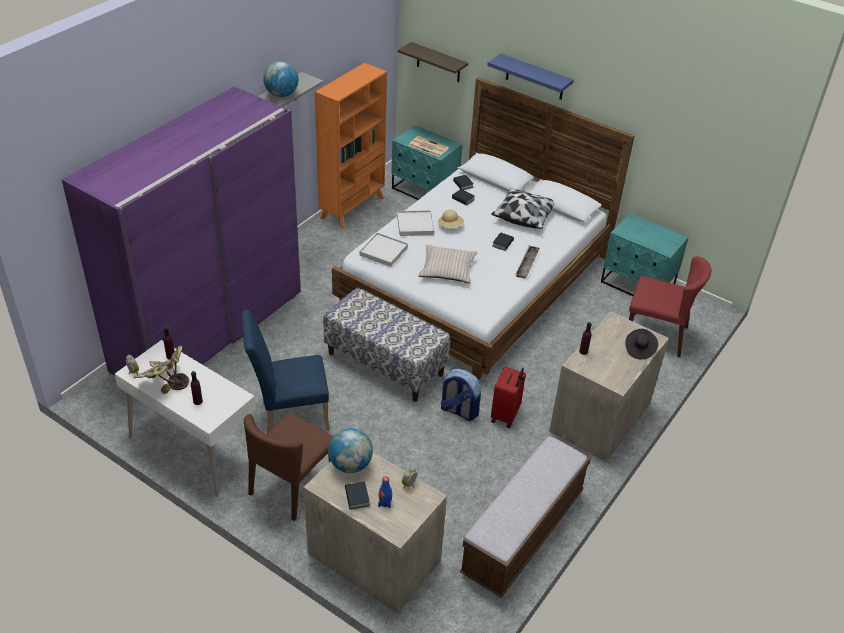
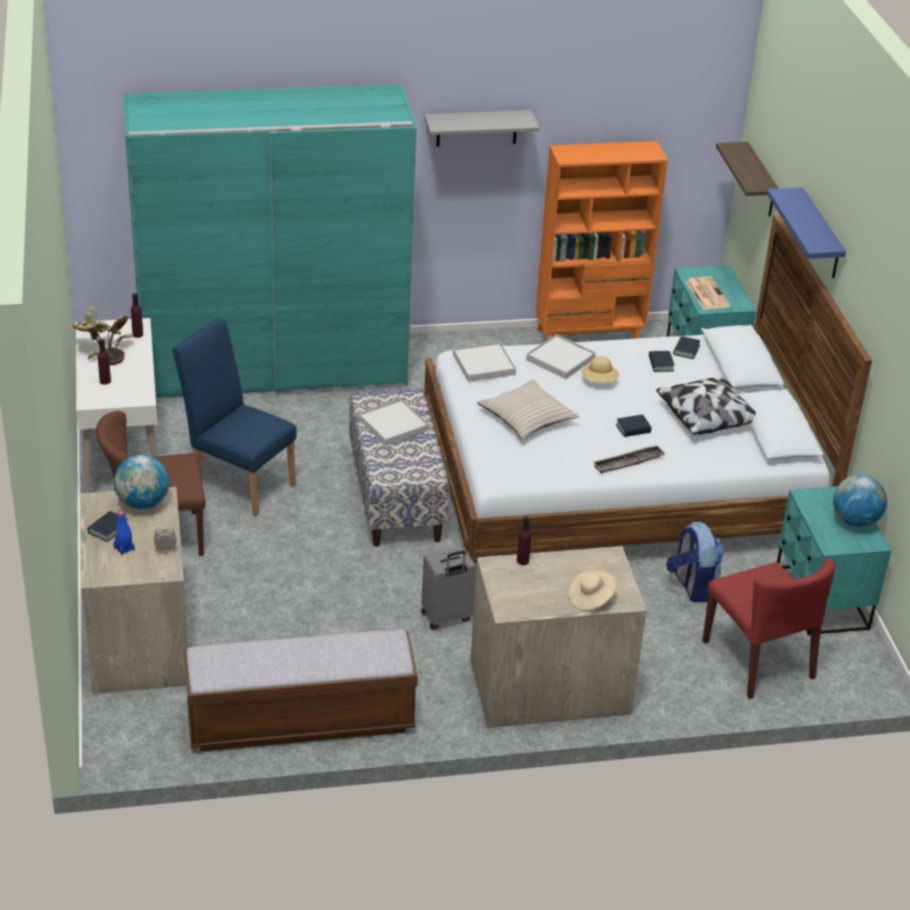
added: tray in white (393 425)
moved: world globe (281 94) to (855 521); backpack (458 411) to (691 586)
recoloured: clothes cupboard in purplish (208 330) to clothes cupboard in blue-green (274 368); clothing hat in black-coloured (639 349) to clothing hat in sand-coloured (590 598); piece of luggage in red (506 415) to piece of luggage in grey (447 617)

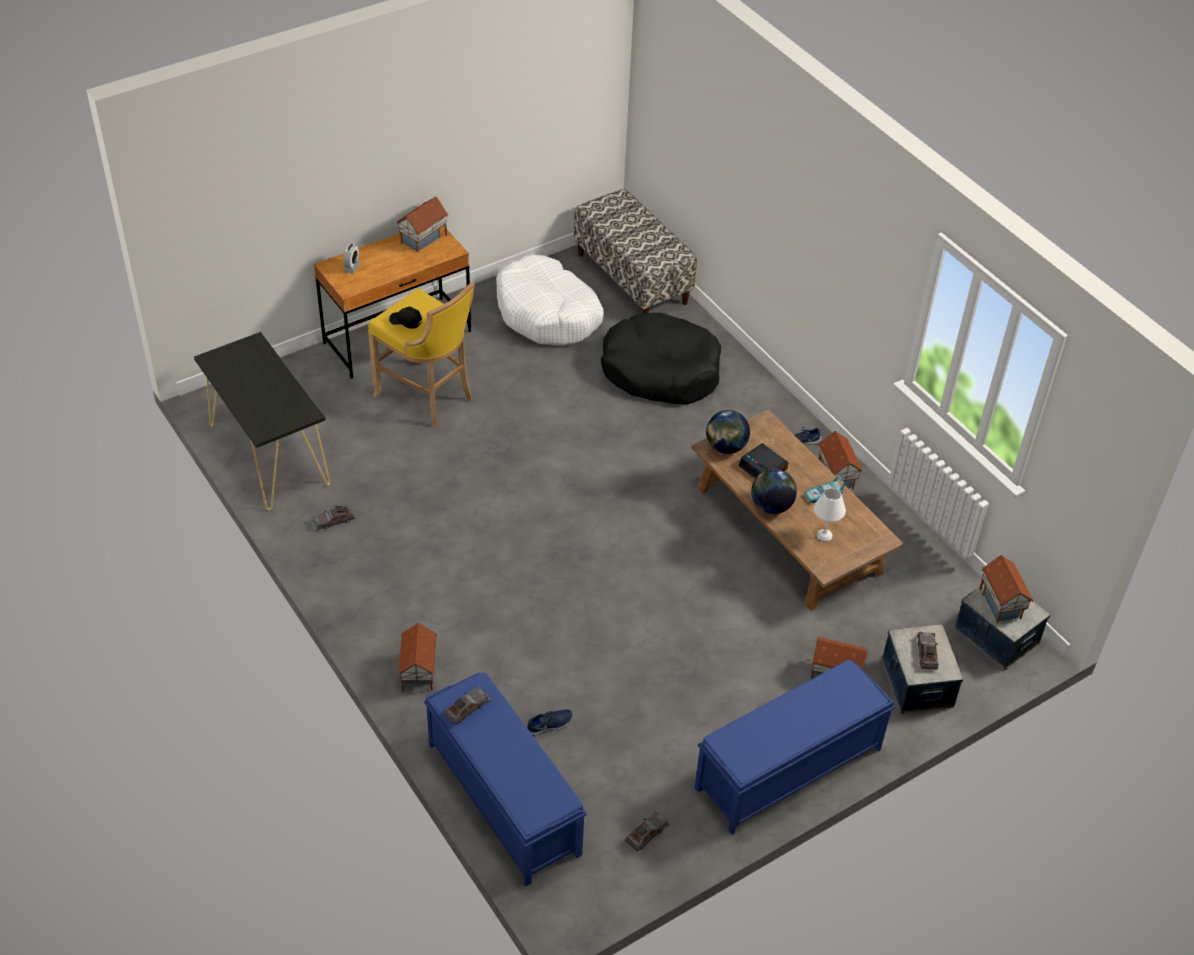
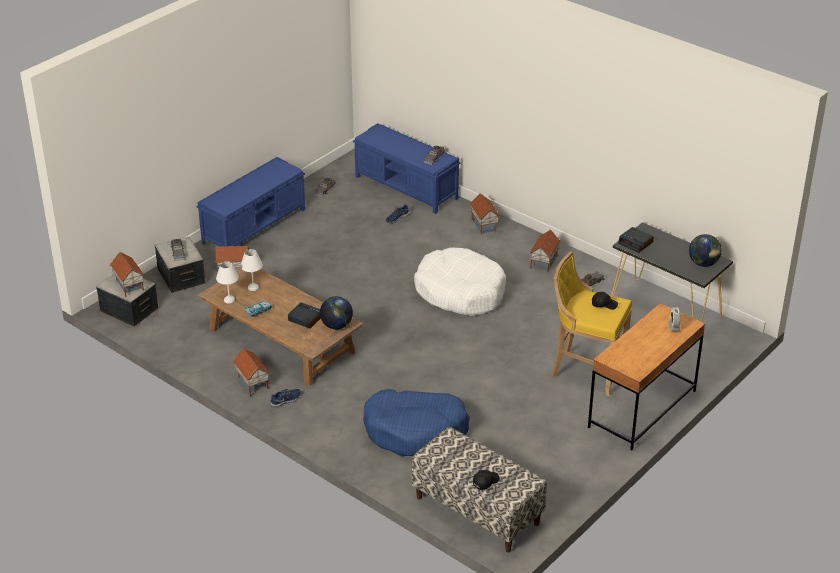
added: alarm clock (636 243); tabletop lamp in white (230 300); peaked cap in black-coloured (485 481)
moved: toy house (424 239) to (543 262); dog cushion in white (548 313) to (460 292); world globe (771 506) to (703 264)
recoloured: dog cushion in black-coloured (660 371) to dog cushion in blue-coloured (416 431)

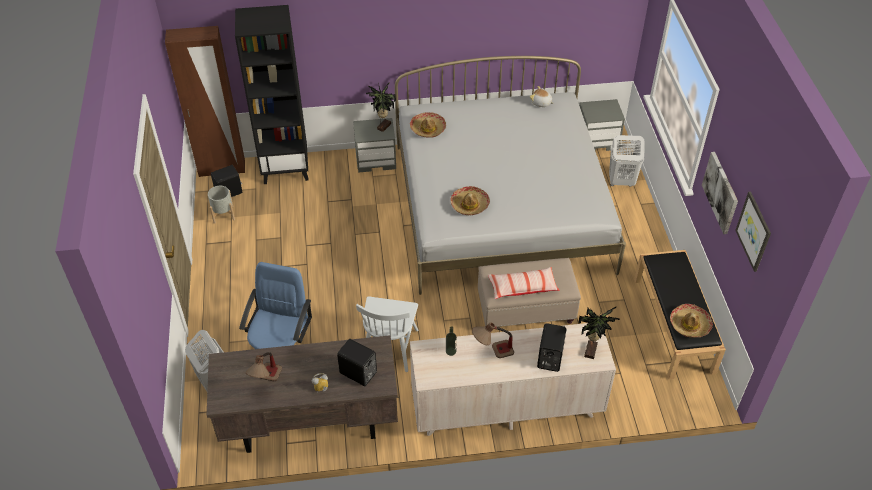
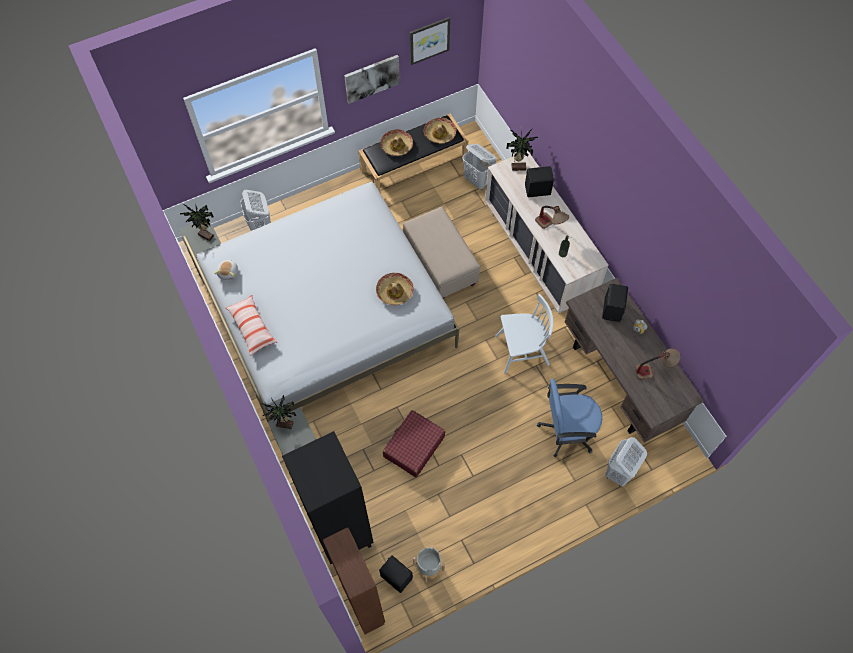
added: washing basket in white (478 181); plant in a pot (205 236); piece of luggage in red (413 447)
moved: clothing hat (428 129) to (396 146); throw pillow (522 287) to (252 328)

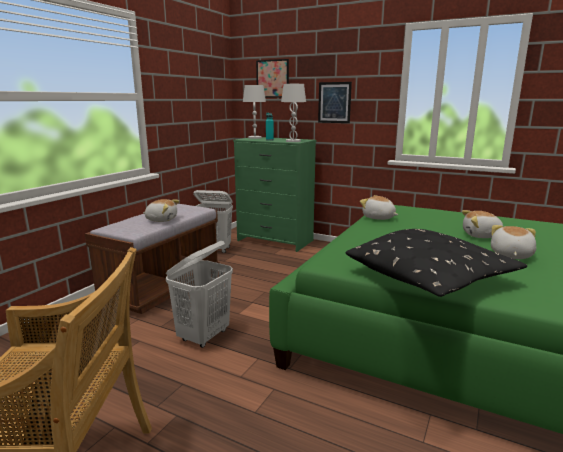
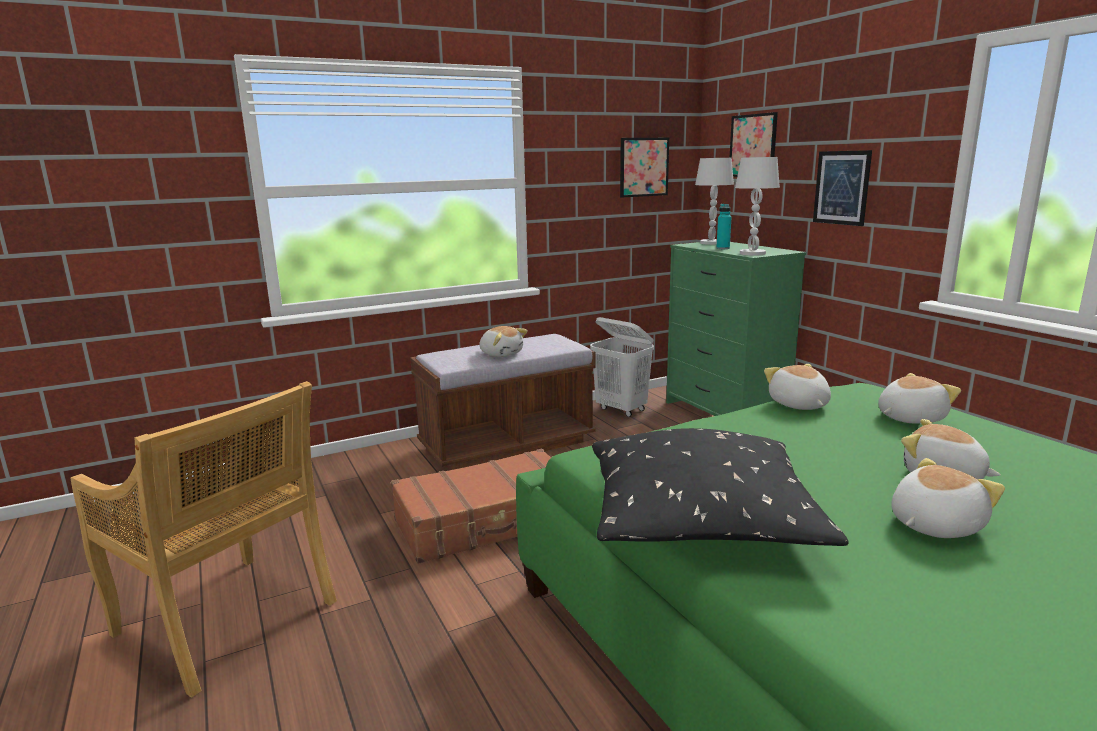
added: wall picture (644 167); plush toy (909 418)
replaced: washing basket in white (204 336) to piece of luggage in brownish (488 521)

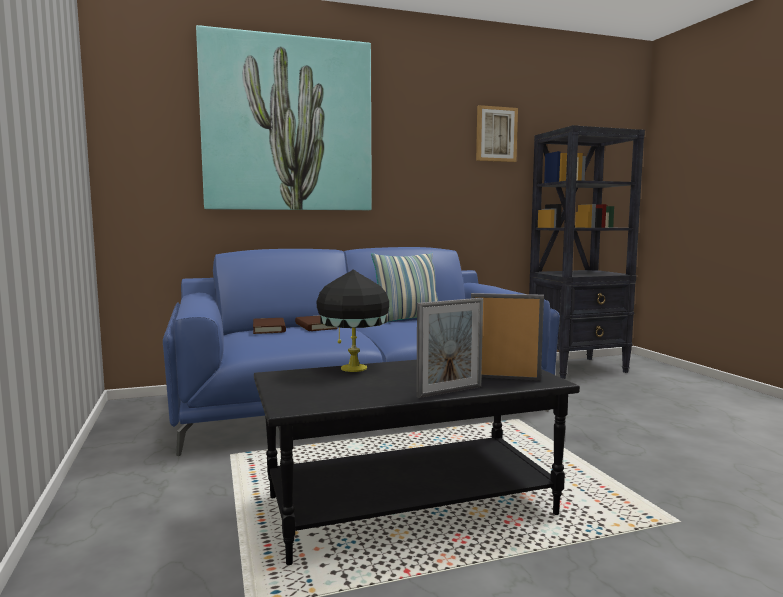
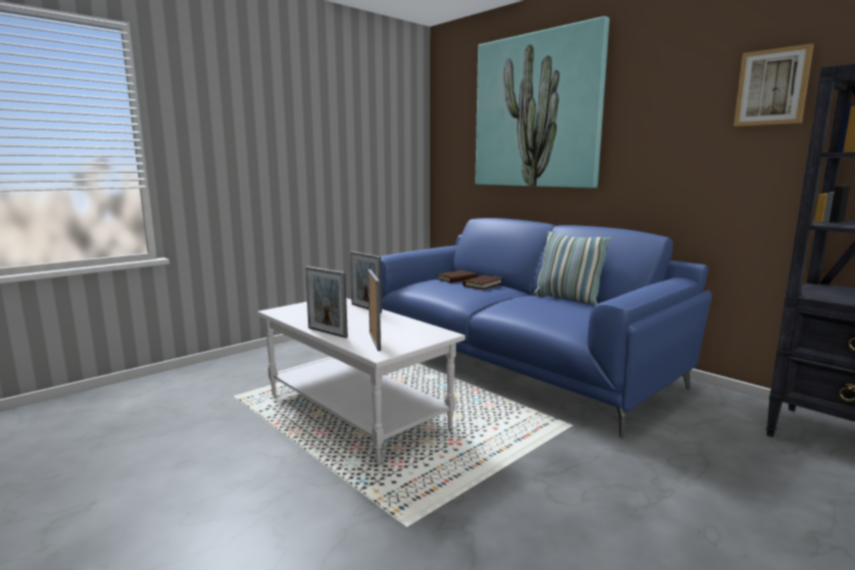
replaced: tabletop lamp in black-coloured (353 368) to picture frame (366 308)
recoloured: low table in black-coloured (410 505) to low table in white (357 410)

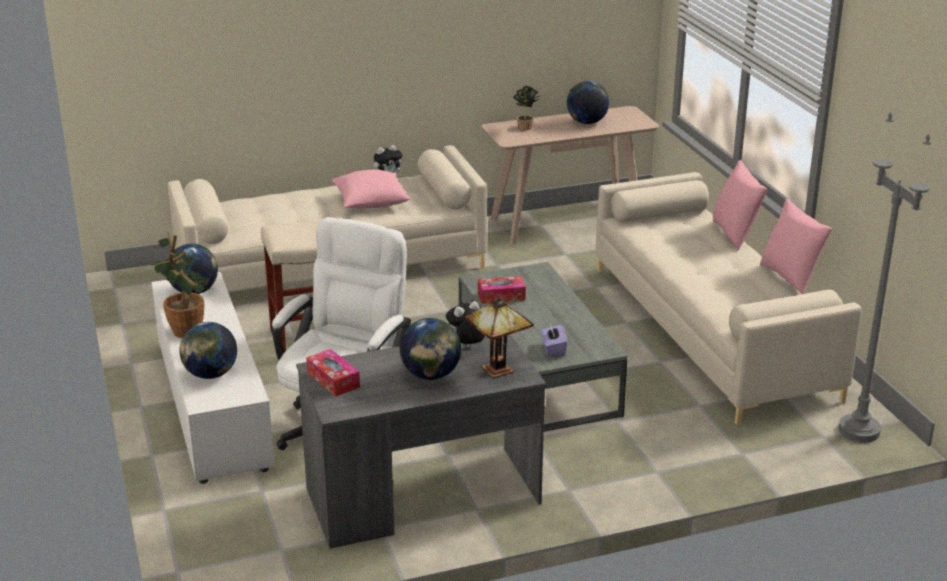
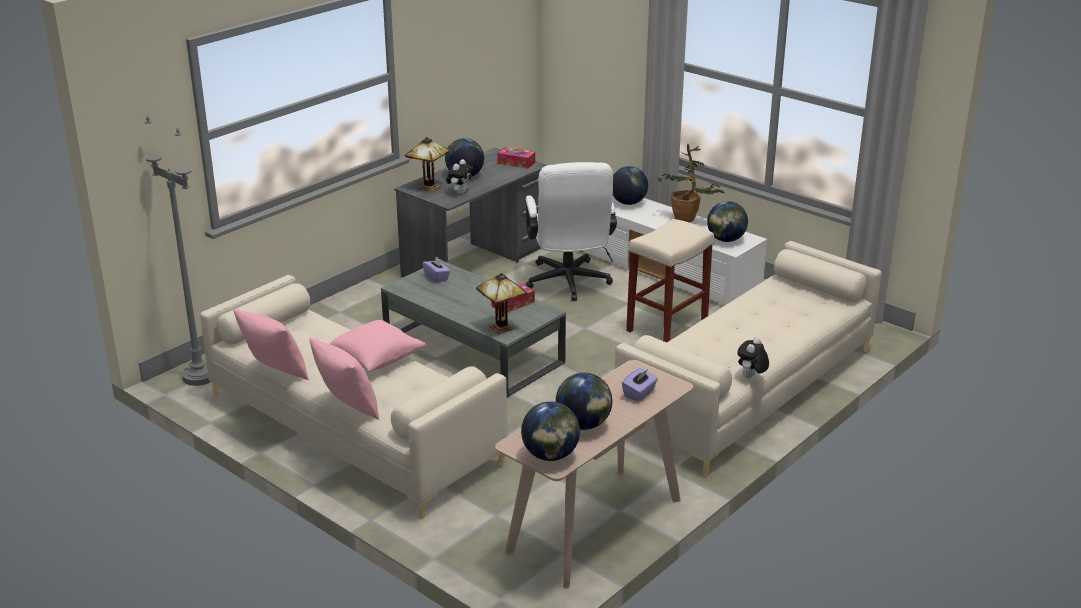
added: tabletop lamp (502 327); world globe (550 456)
moved: throw pillow in pink (371 203) to (375 358)
replaced: plant in a pot (526 128) to box of tissues in purplish (639 393)

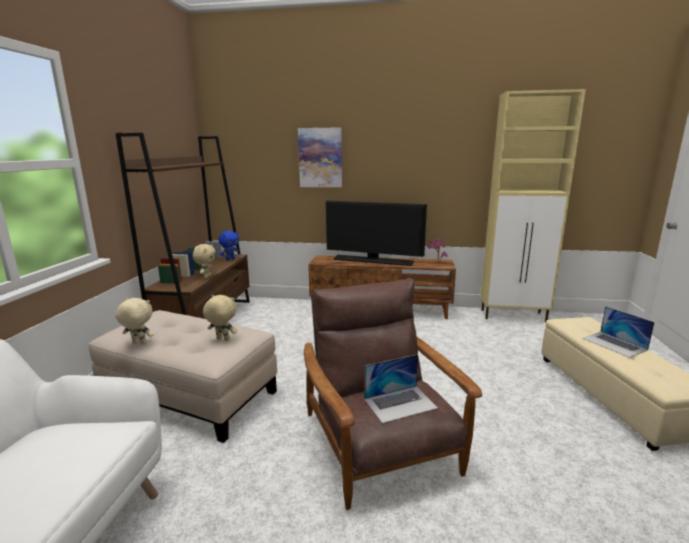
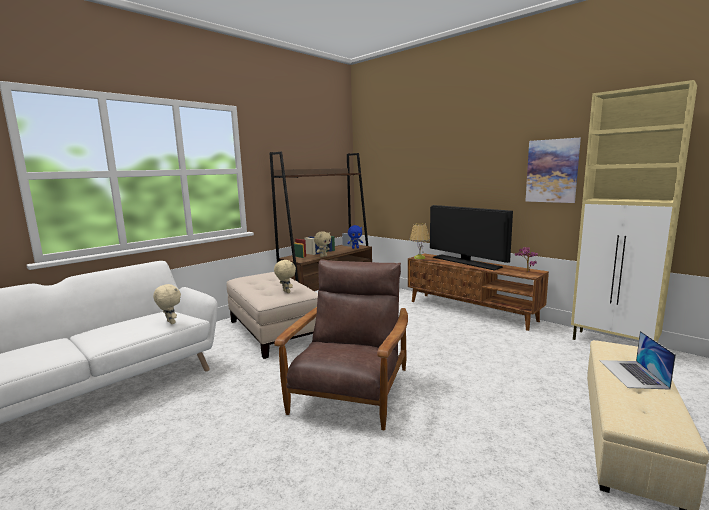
removed: portable computer (400 403)
added: tabletop lamp (419 258)
moved: wall picture (320 158) to (552 171); plush toy in sand-coloured (139 343) to (170 322)

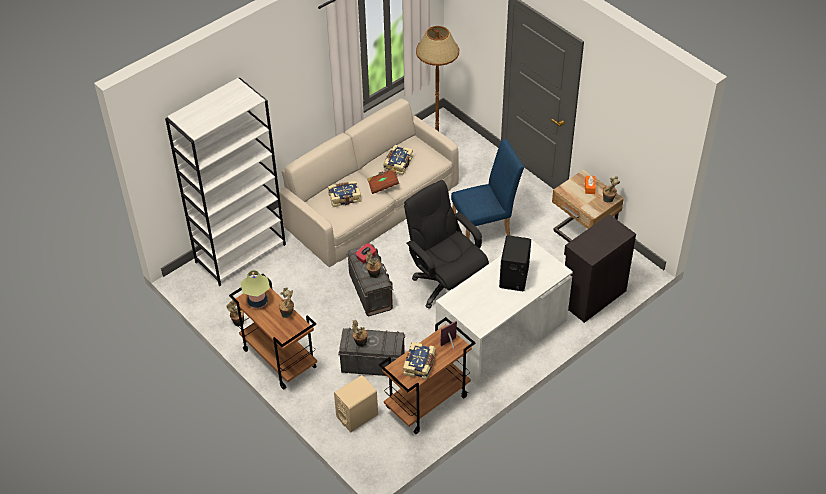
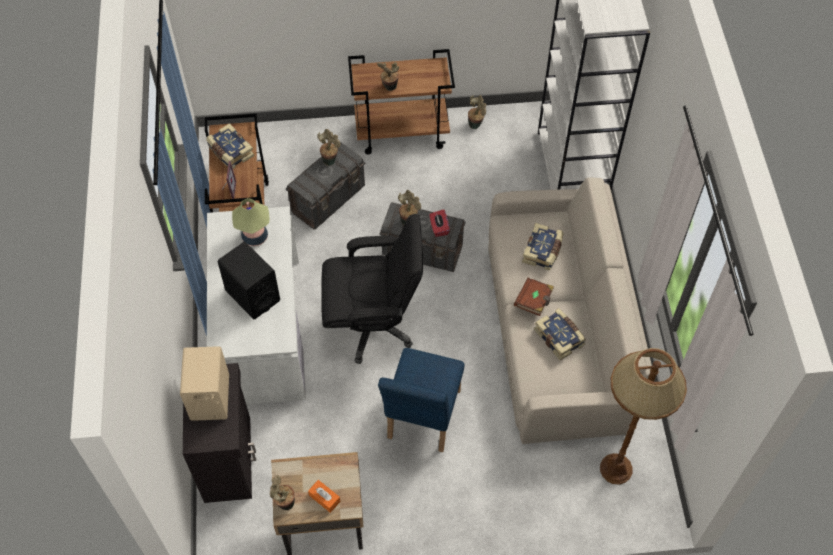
moved: tabletop lamp (257 302) to (255 236); speaker in sand-coloured (357 415) to (210 398)

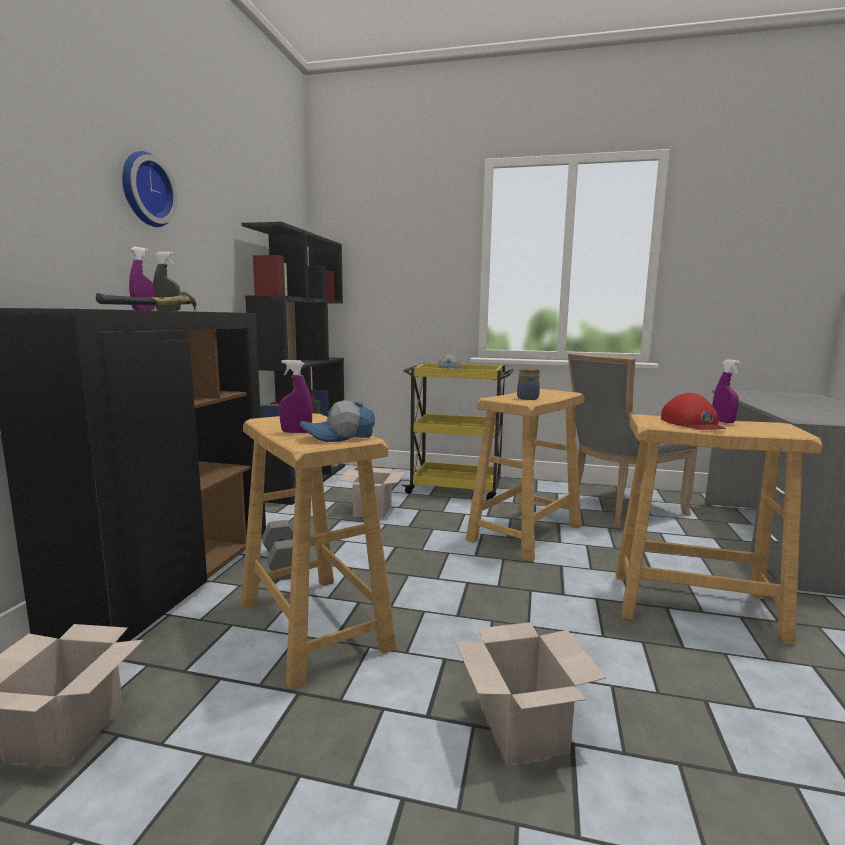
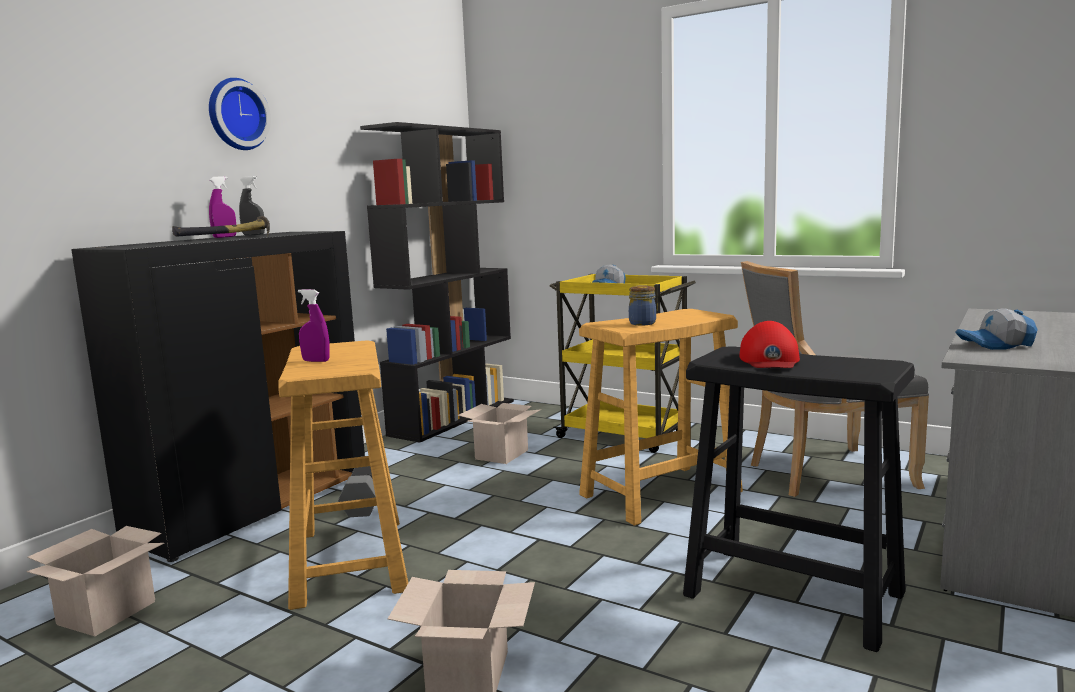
removed: spray bottle in purplish (723 422)
moved: peaked cap (339 437) to (996 345)
recoloured: stool in sand-coloured (695 606) to stool in black-coloured (794 594)

